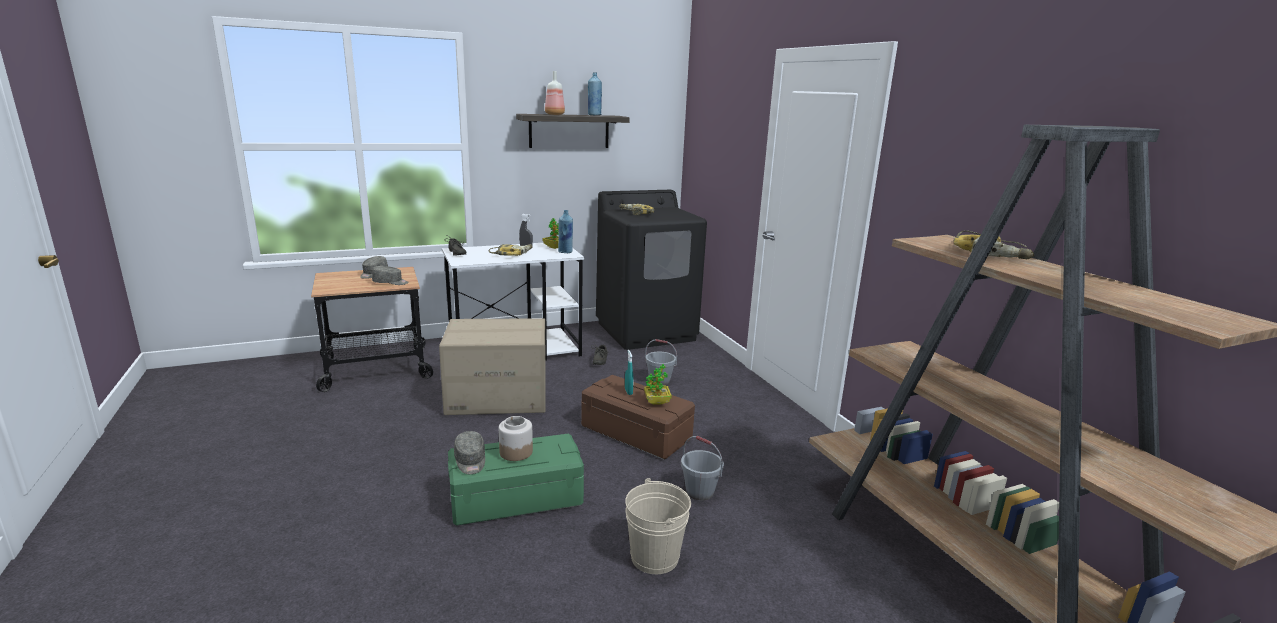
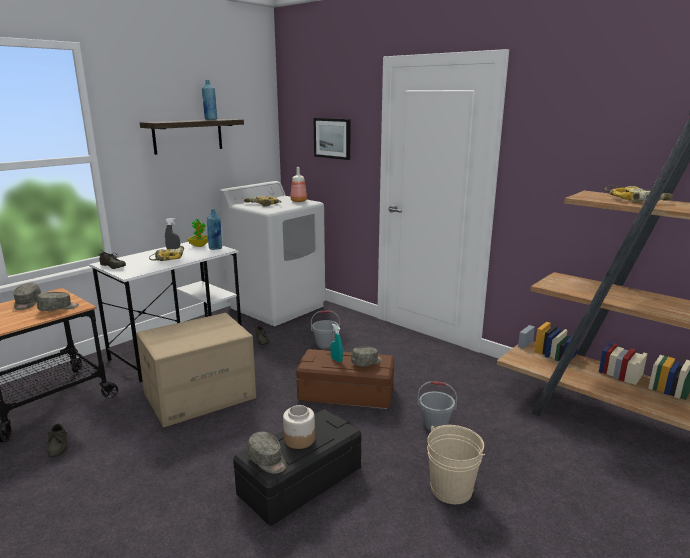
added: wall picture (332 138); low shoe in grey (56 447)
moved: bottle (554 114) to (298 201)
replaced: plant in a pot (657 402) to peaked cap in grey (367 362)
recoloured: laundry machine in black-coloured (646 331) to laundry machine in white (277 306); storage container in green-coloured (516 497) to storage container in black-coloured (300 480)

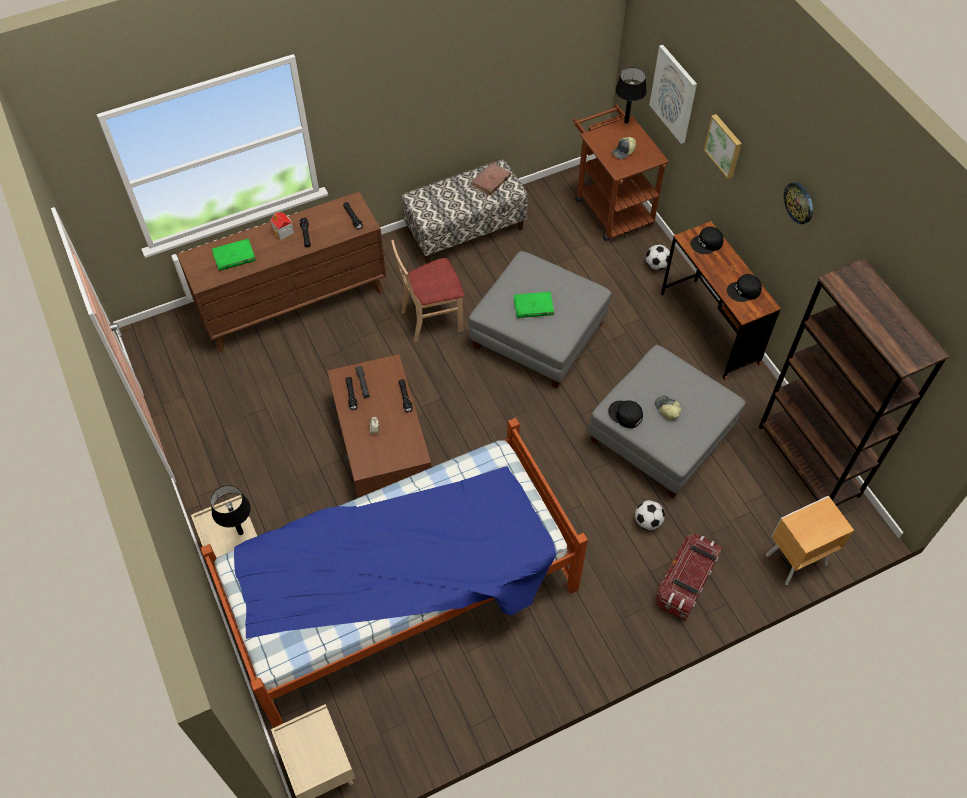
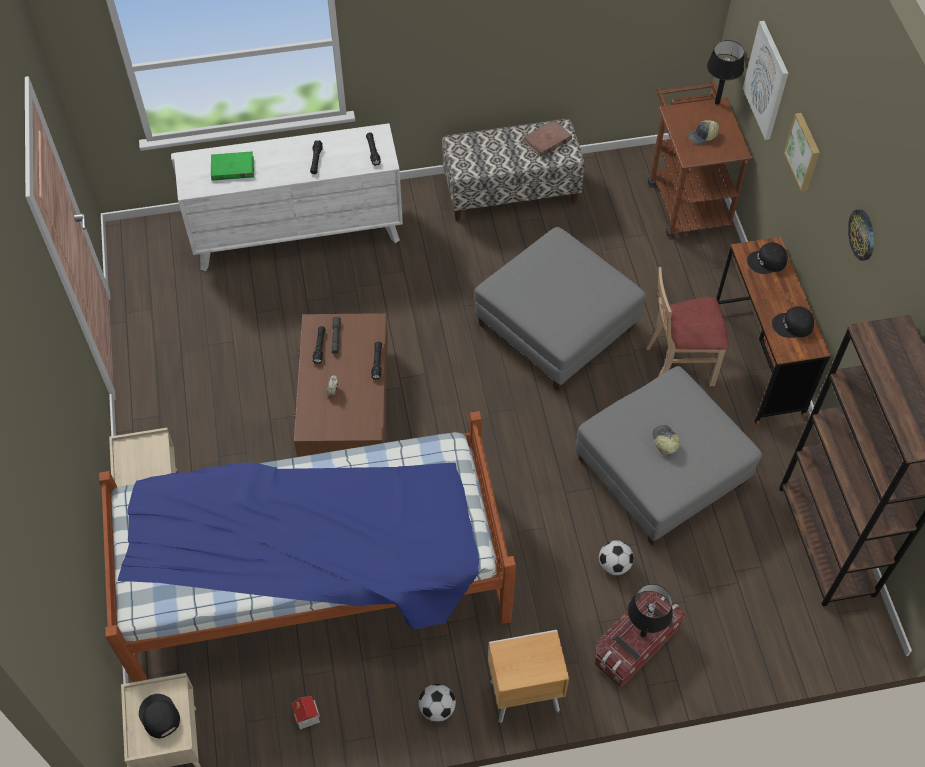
removed: bound book in green-coloured (533 306)
moved: toy house (283 232) to (307 716); upright chair in sand-coloured (431 319) to (679 364); ball for football (656 265) to (437 708); peaked cap in black-coloured (625 415) to (159 716); tabletop lamp in black-coloured (240 532) to (643 634); bedside table in brownish (794 560) to (522 695)
recoloured: chest of drawers in brownish (294 303) to chest of drawers in white (298 233)

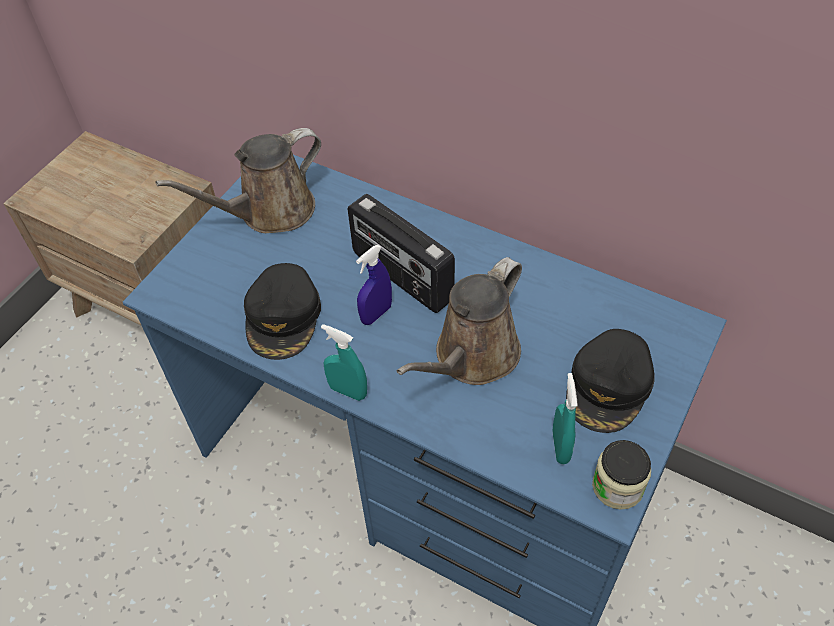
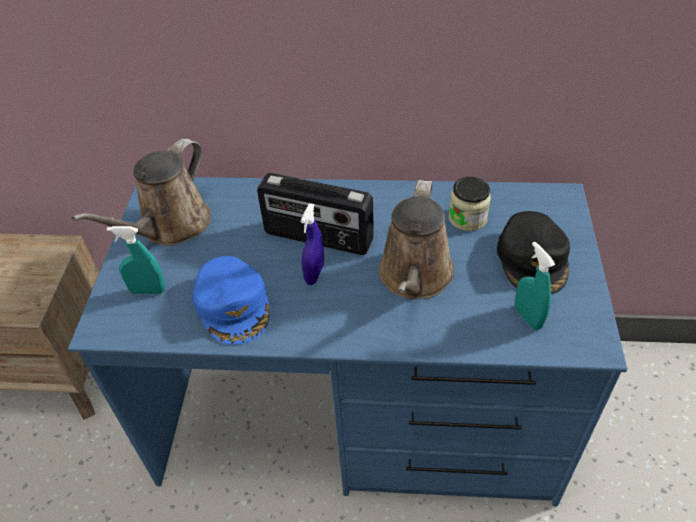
moved: spray bottle in blue-green (348 391) to (148 291); storage jar (617 486) to (467 218)
recoloured: peaked cap in black-coloured (283 317) to peaked cap in blue-coloured (234 305)

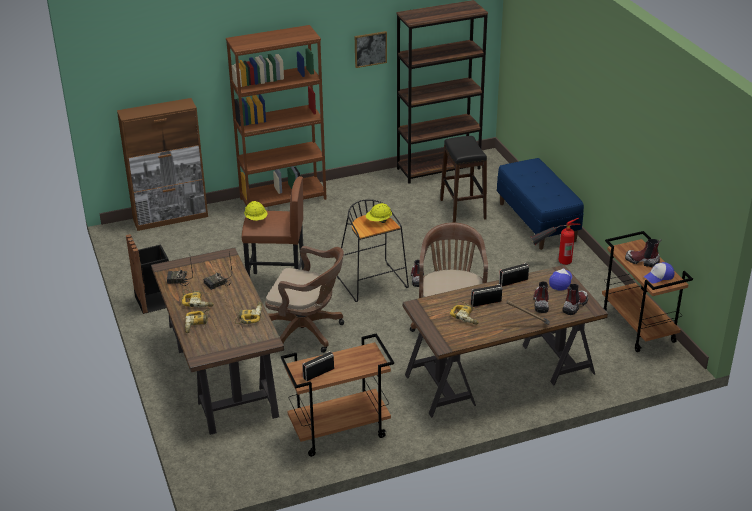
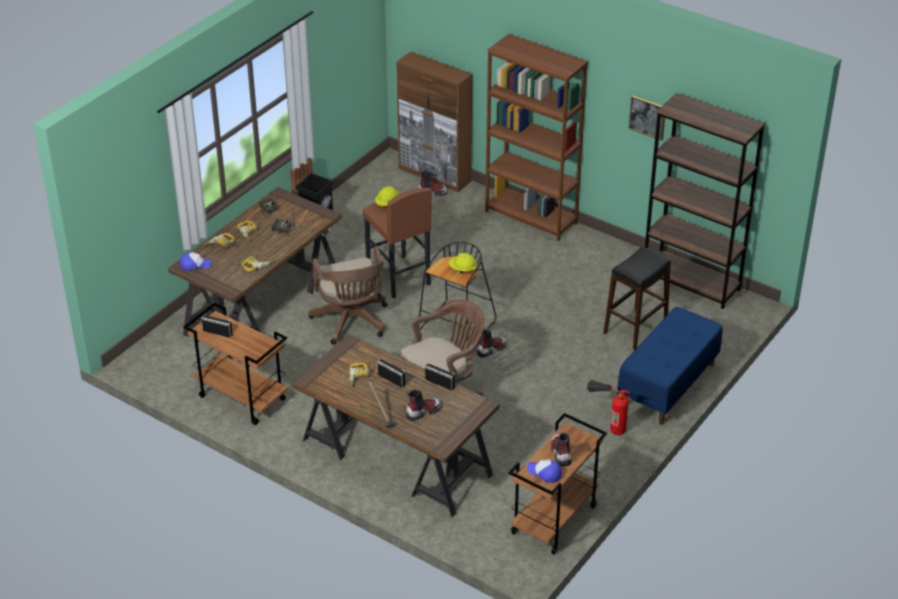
moved: peaked cap (561 281) to (195 264); tall boot (574 305) to (432 192)

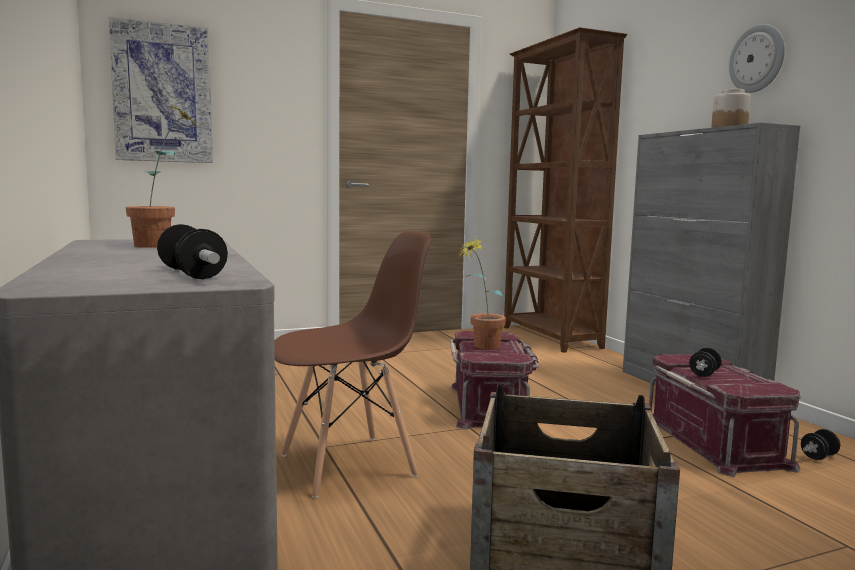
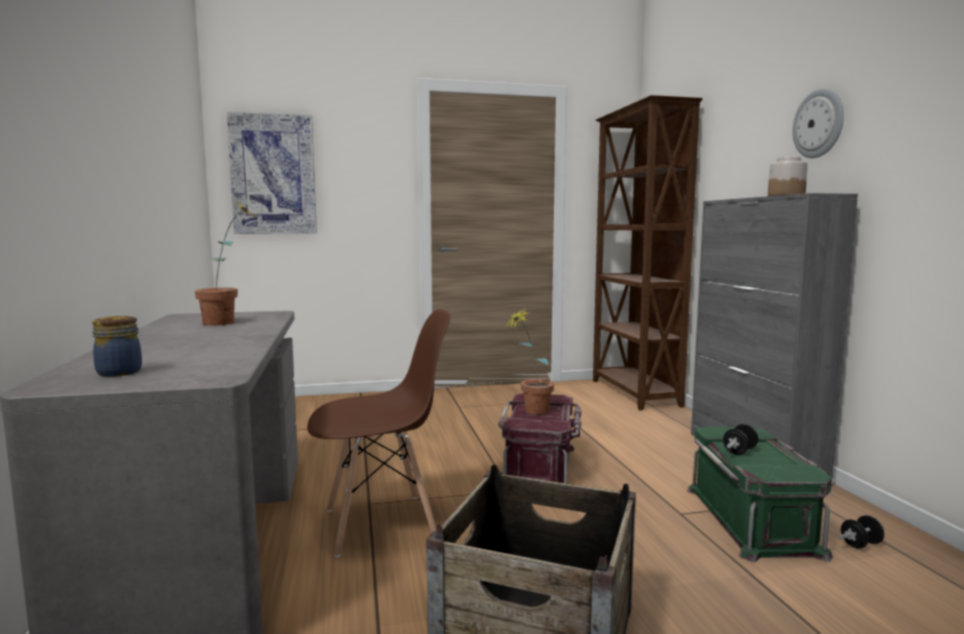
removed: dumbbell (192 274)
added: storage jar (117 372)
recoloured: storage container in red (716 442) to storage container in green-coloured (753 520)

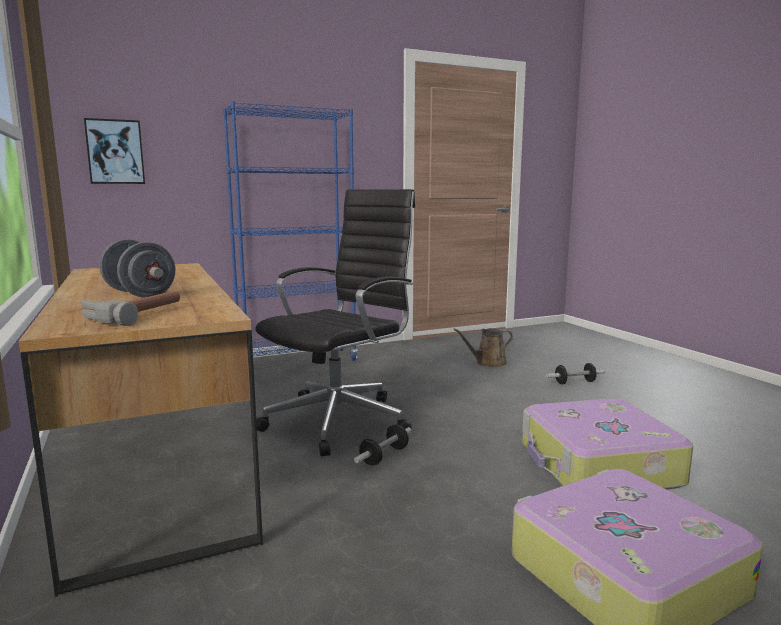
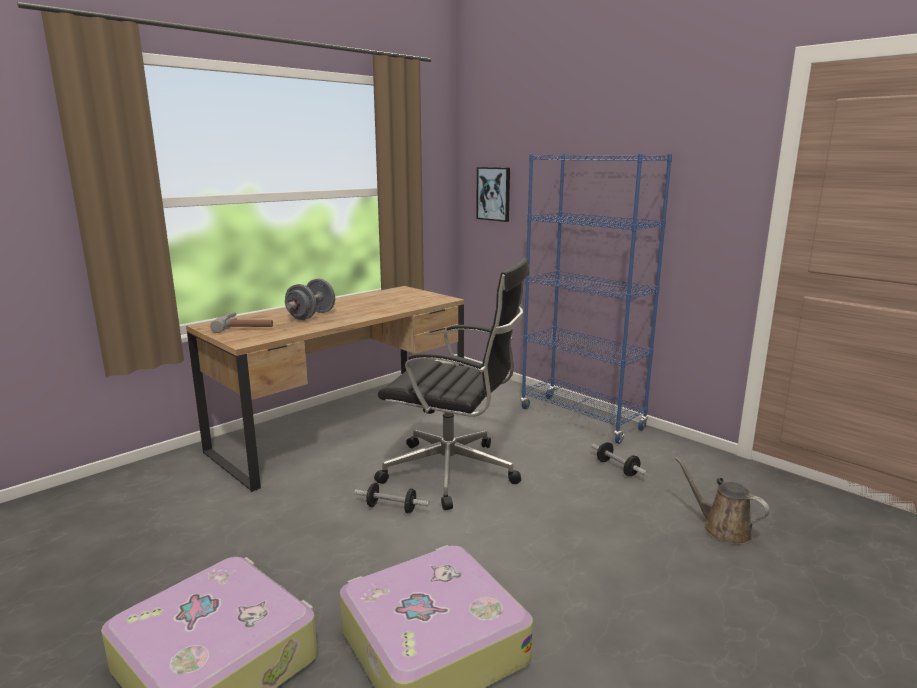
moved: dumbbell (574 382) to (617 468)

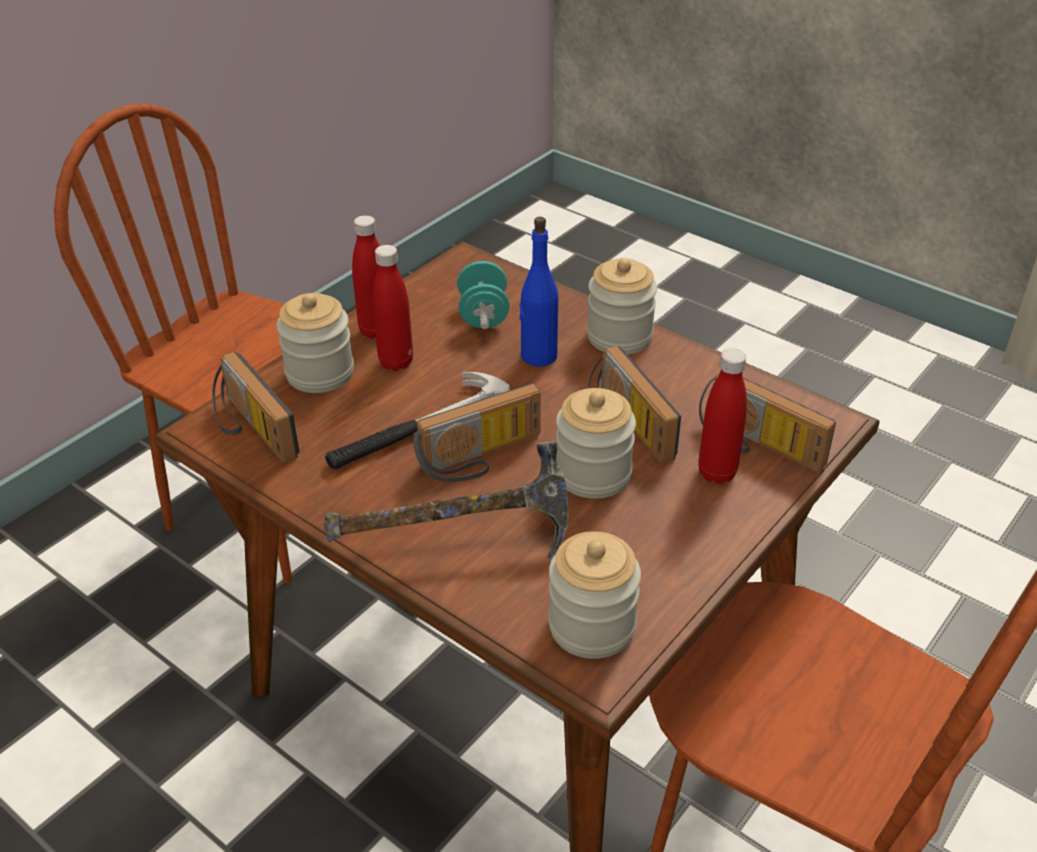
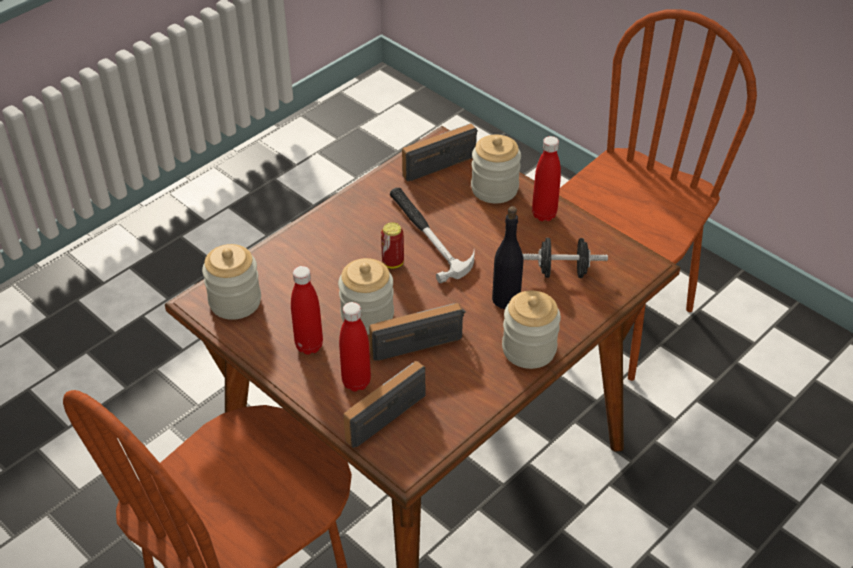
removed: hand hammer (457 545)
moved: bottle in red (396 362) to (309 346)
replaced: radio (482 458) to can (393 263)
recoloured: bottle in blue-coloured (538 356) to bottle in black-coloured (506 299); dumbbell in blue-green (483 315) to dumbbell in black-coloured (562 272)

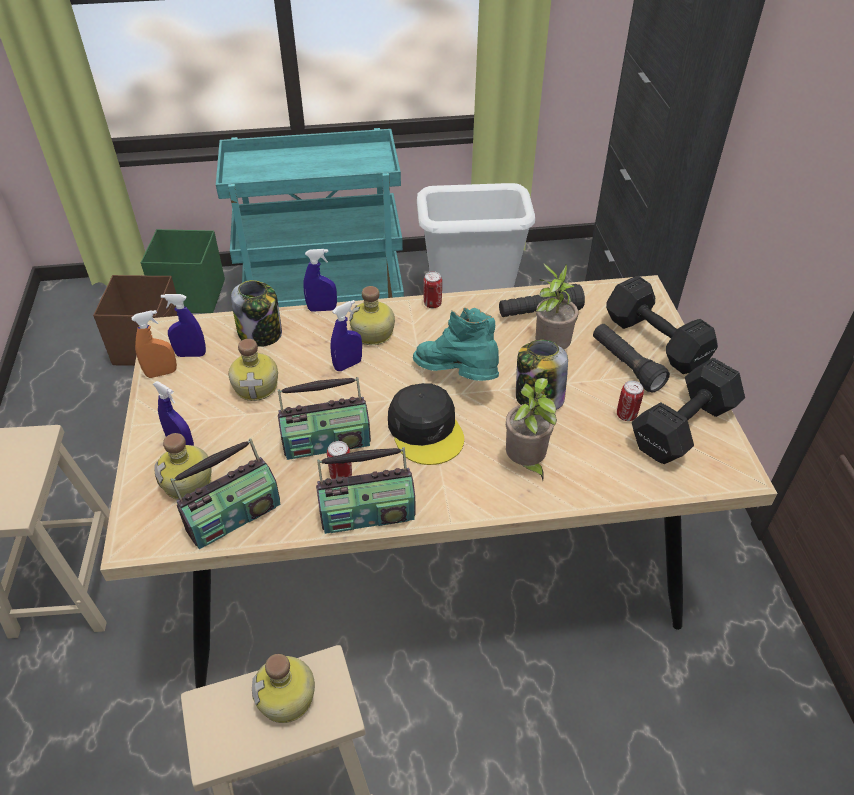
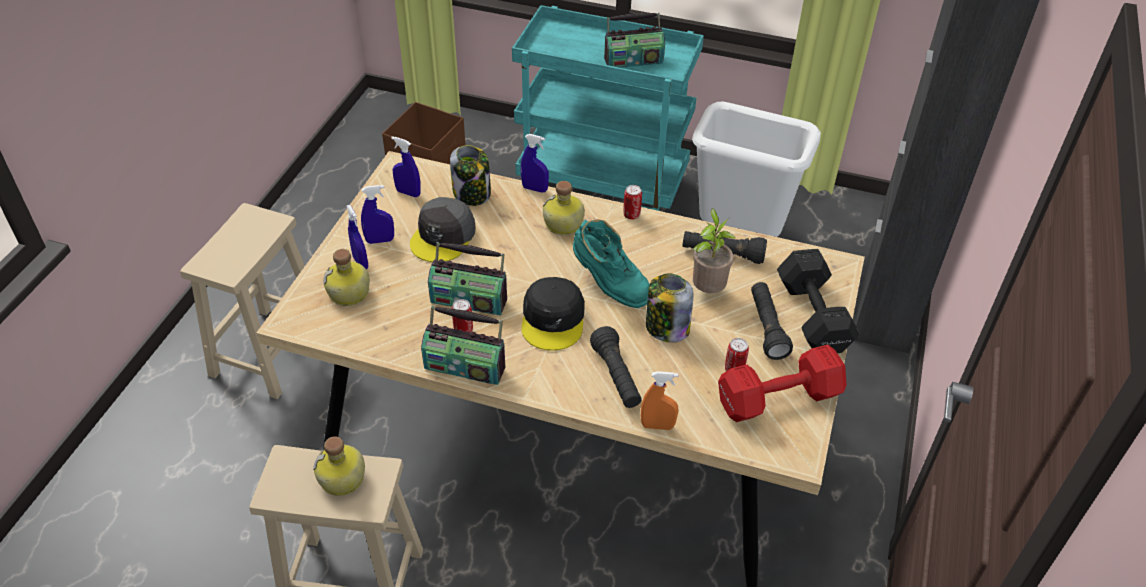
removed: storage container in green-coloured (190 295)
moved: spray bottle in blue-coloured (348 365) to (380 240); spray bottle in orange-coloured (161 373) to (657 426); radio (233 515) to (633 60)
replaced: bottle (257 386) to peaked cap in grey (443 236); plant in a pot (526 464) to torch in black-coloured (616 377)
recoloured: dumbbell in black-coloured (685 426) to dumbbell in red (781 399)
turned: tall boot in blue-green (457 377) = (609 286) 150 degrees clockwise

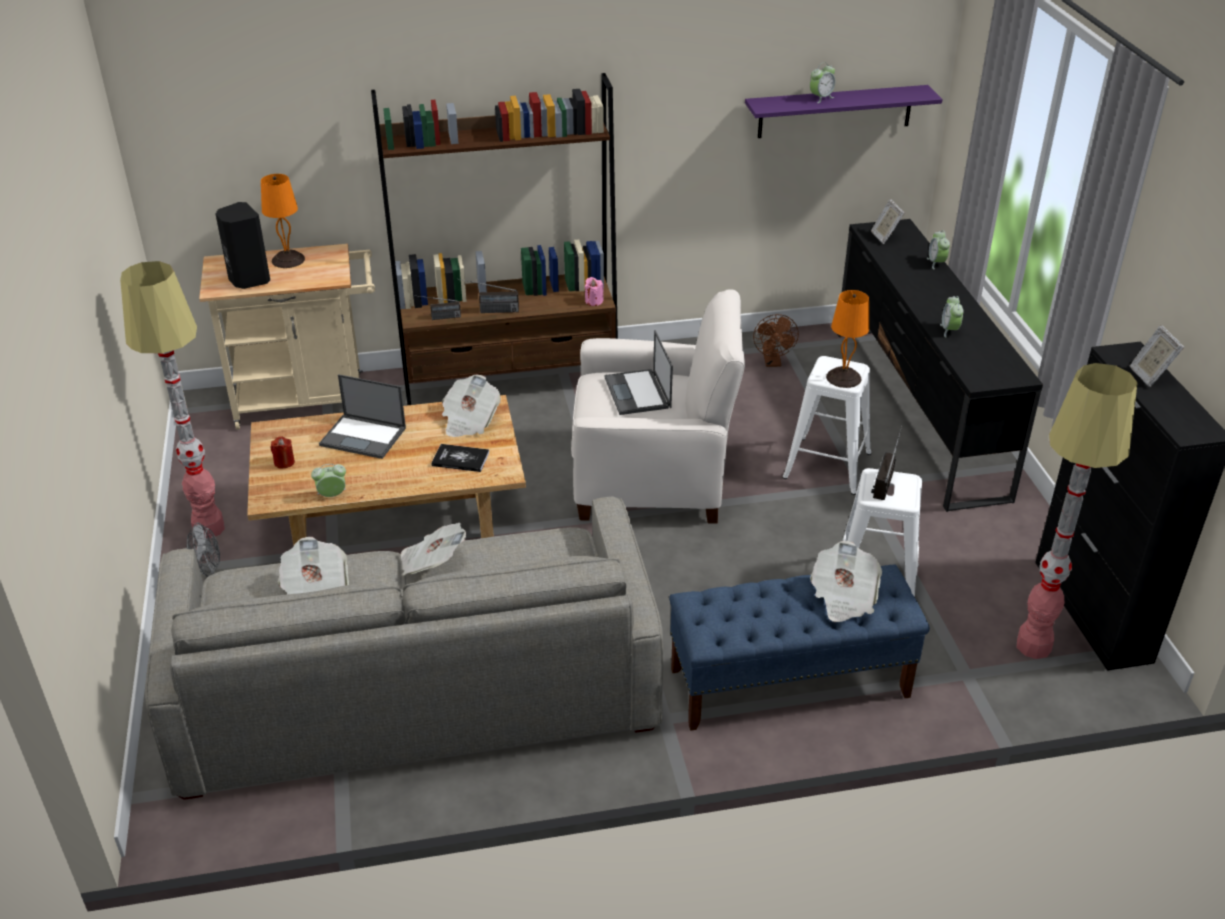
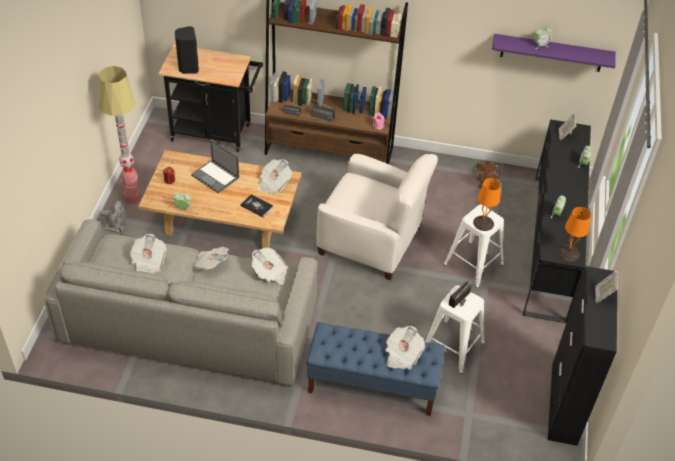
removed: portable computer (638 393); standard lamp (1033 646)
added: newspaper (270 273)
moved: tabletop lamp in orange-coloured (288 259) to (568 253)
recoloured: cart in sand-coloured (309 400) to cart in black-coloured (216 133)

